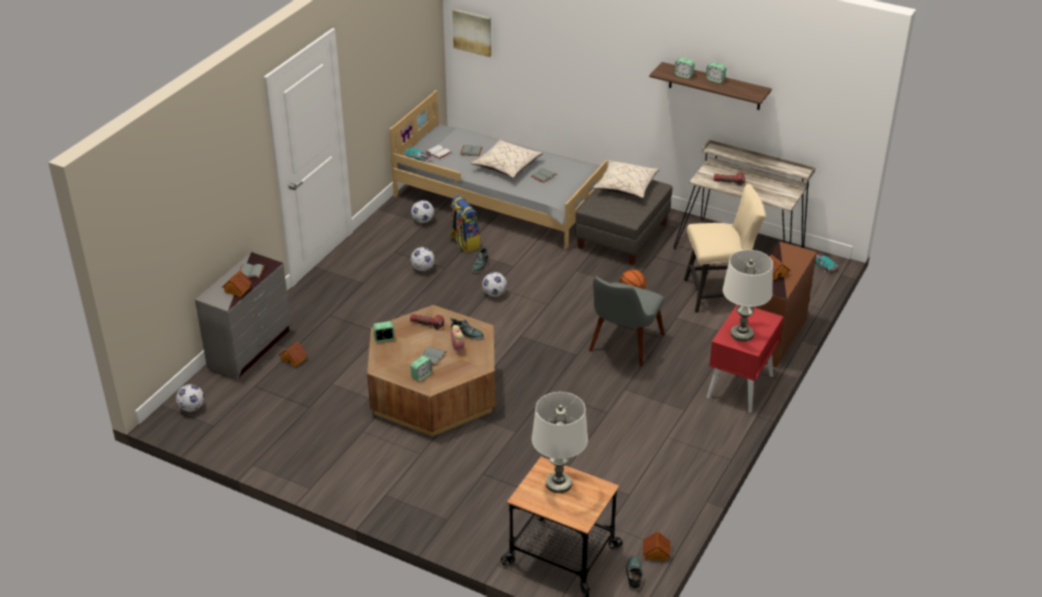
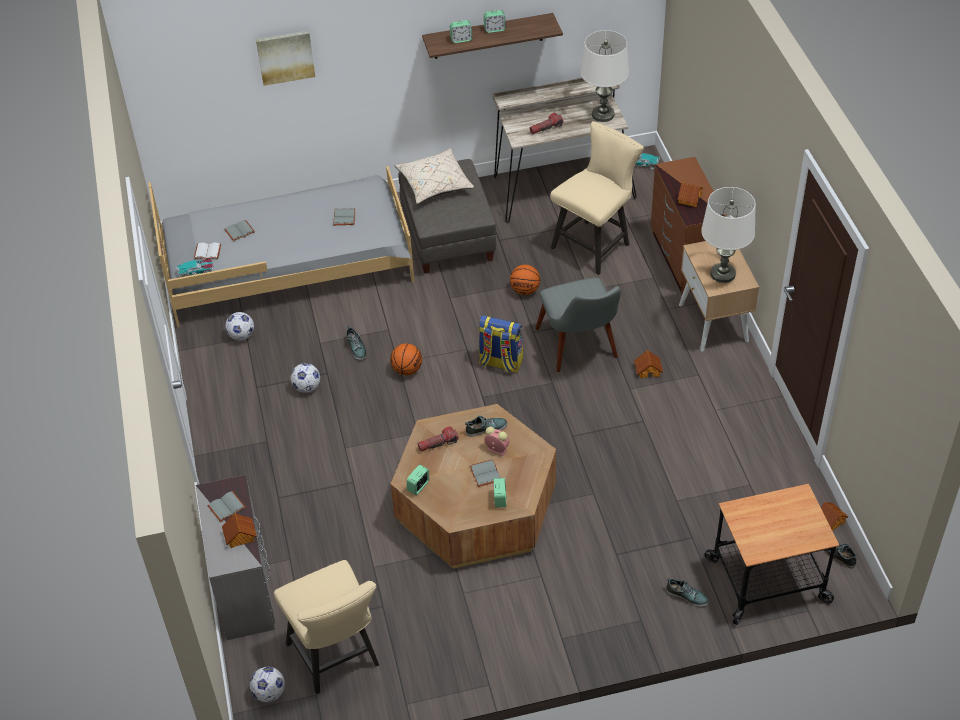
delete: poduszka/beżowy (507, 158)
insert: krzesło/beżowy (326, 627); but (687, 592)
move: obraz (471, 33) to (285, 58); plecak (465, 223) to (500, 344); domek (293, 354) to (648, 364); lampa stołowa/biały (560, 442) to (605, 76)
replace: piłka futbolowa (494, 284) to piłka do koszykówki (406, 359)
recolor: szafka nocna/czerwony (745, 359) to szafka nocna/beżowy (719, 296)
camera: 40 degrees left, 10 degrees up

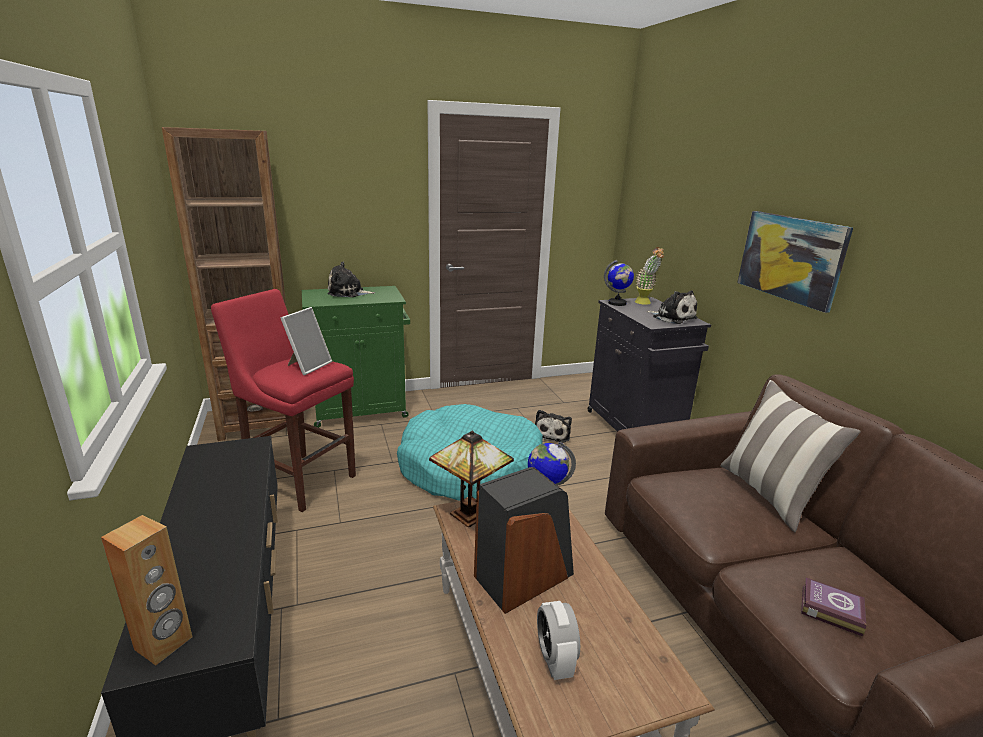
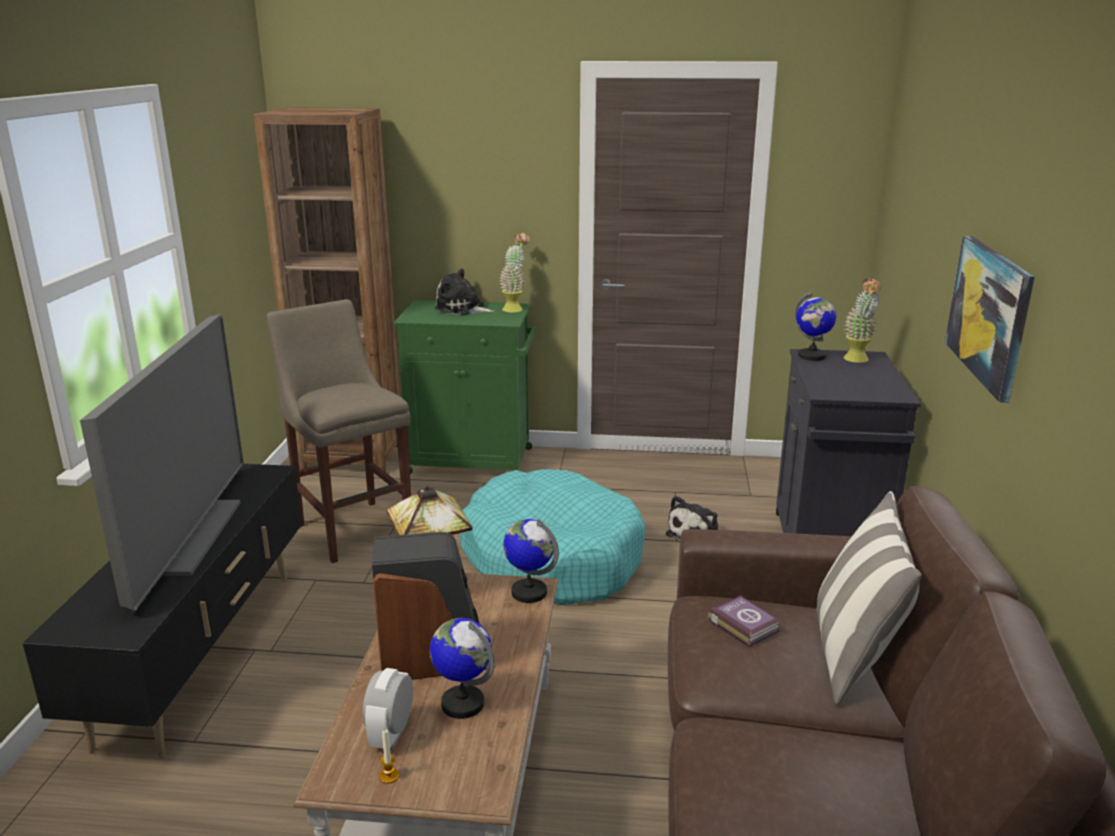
delete: pluszak (671, 307); ramka na zdjęcie (306, 341); głośnik/brązowy (147, 590)
insert: roślina doniczkowa (514, 273); telewizor (162, 462); globus (462, 668); świeca (389, 757)
move: książka (834, 606) to (745, 621)
recolor: stołek/czerwony (283, 400) to stołek/beżowy (339, 431)
camera: 25 degrees right, 0 degrees up

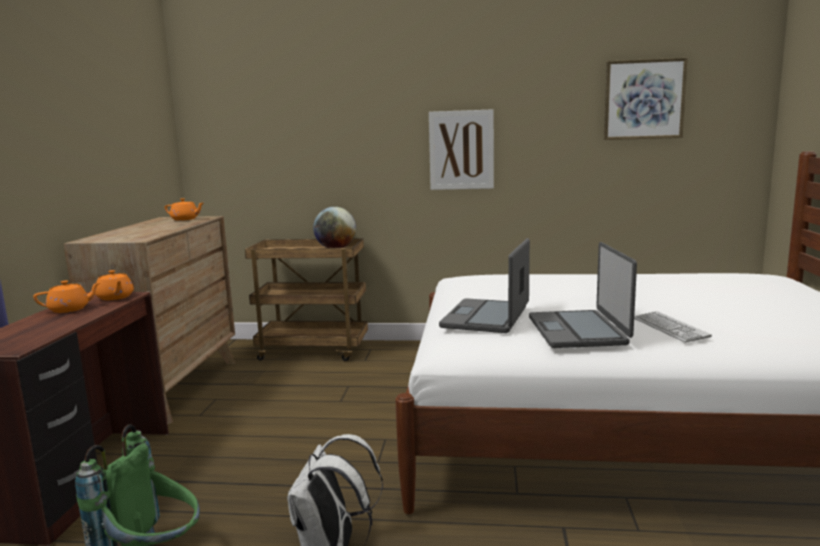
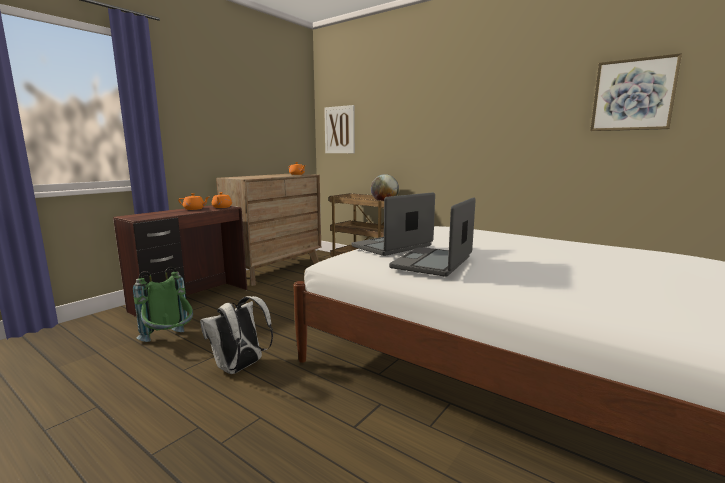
delete: klawiatura (673, 326)
move: obraz (461, 149) to (339, 129)
camera: 30 degrees right, 0 degrees up

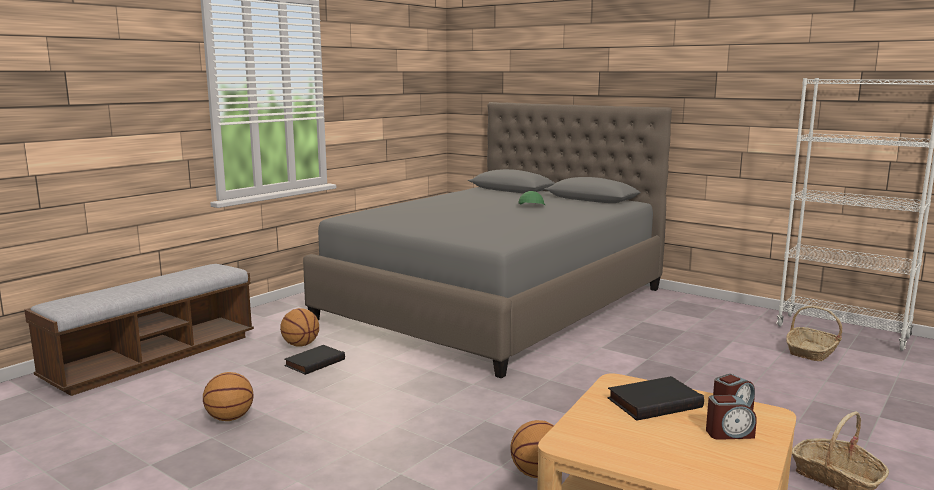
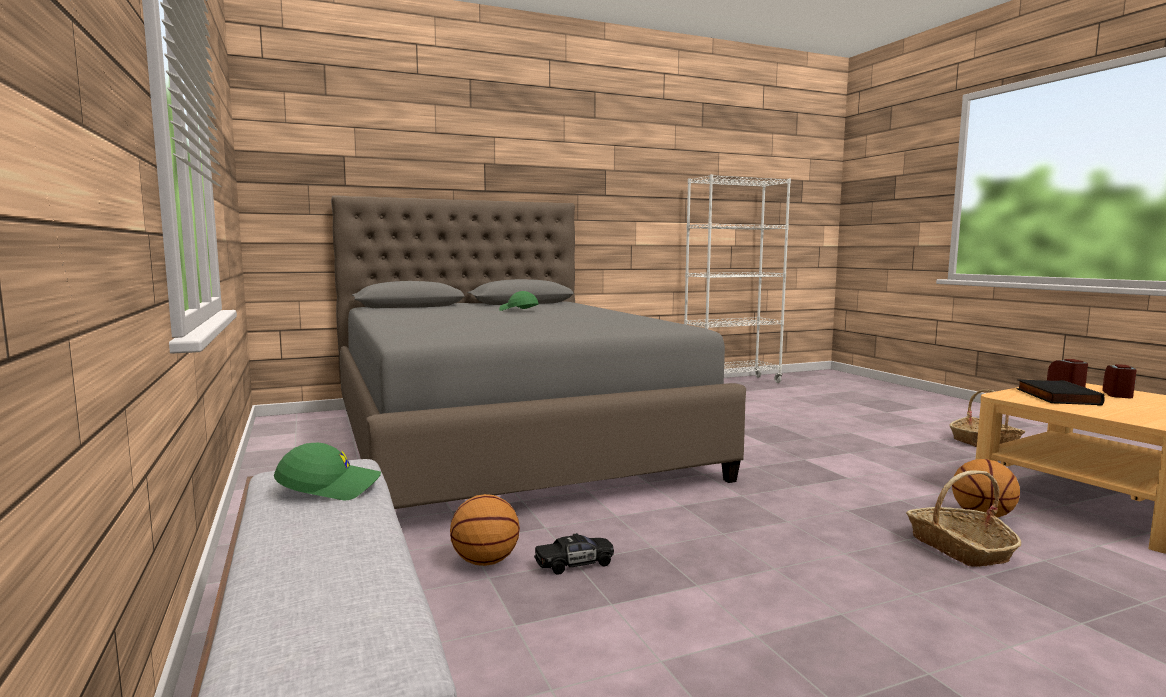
delete: piłka do koszykówki (228, 396)
insert: czapka z daszkiem/zielony (327, 471)
move: koszyk (814, 333) to (964, 518)
replace: książka/czarny (314, 360) to samochodzik/czarny (574, 554)
camera: 60 degrees left, 5 degrees down

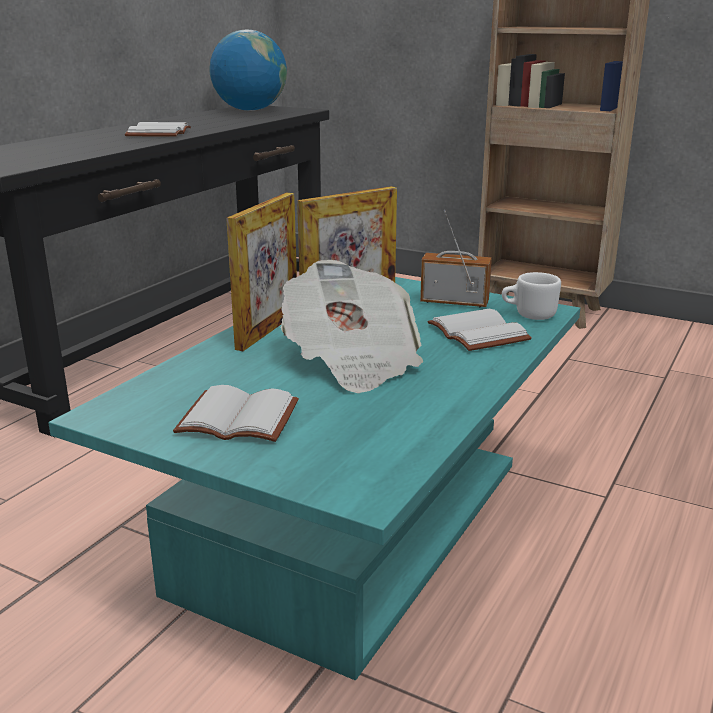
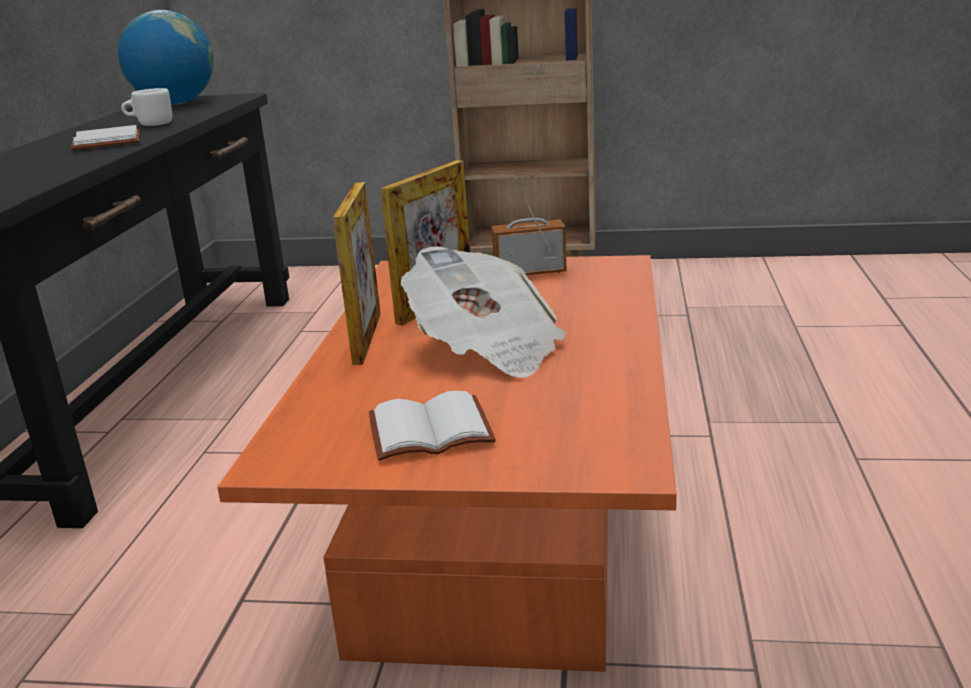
delete: książka/biały (480, 330)
move: kubek/biały (531, 296) to (146, 107)
recolor: ława/turkusowy (314, 478) to ława/pomarańczowy (447, 463)
camera: 20 degrees left, 0 degrees up

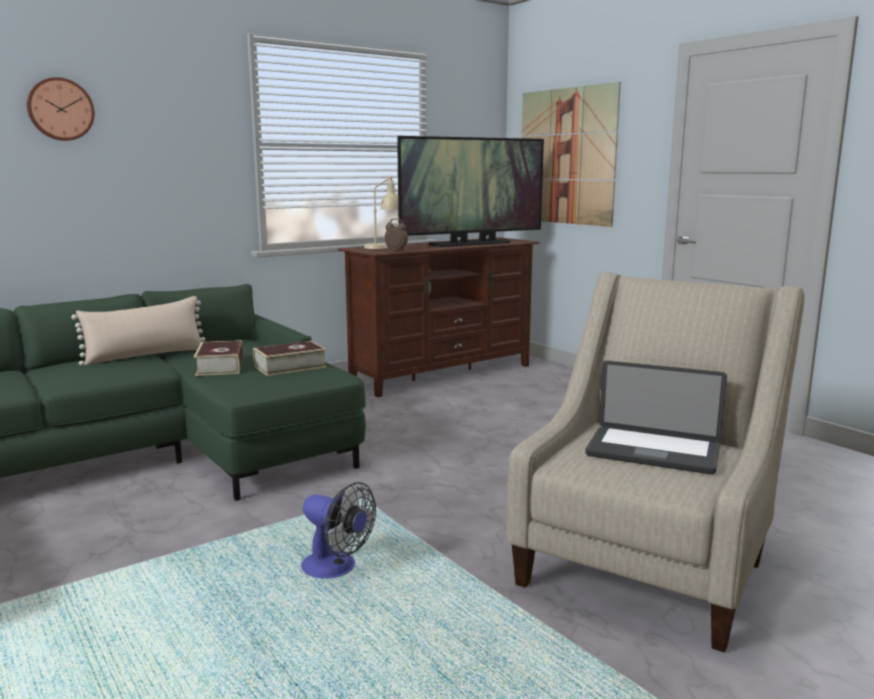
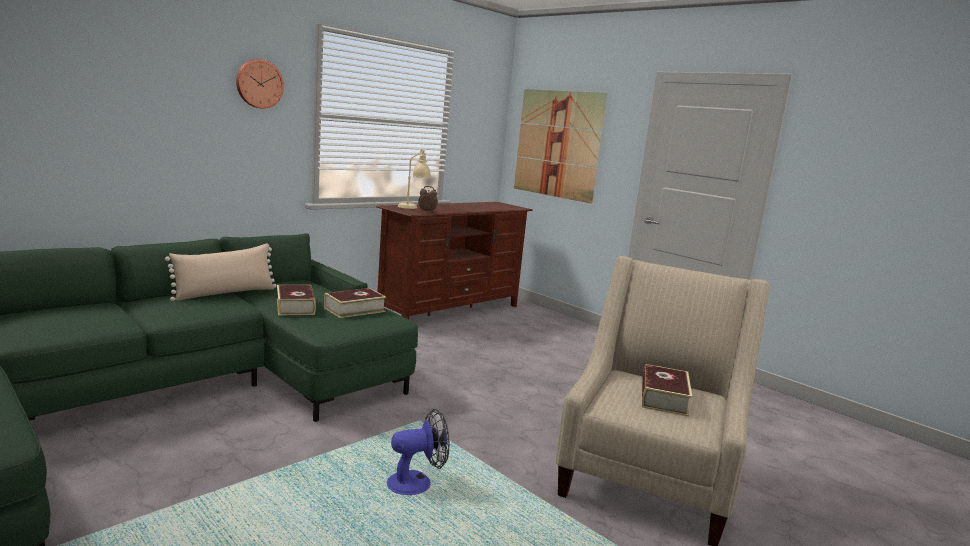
delete: telewizor (470, 191)
move: zegar ścienny (61, 109) to (260, 84)
replace: laptop (656, 417) to książka (667, 390)
rotate: wentylator (338, 530) = (418, 452) 45 degrees counterclockwise
camera: 10 degrees left, 0 degrees up

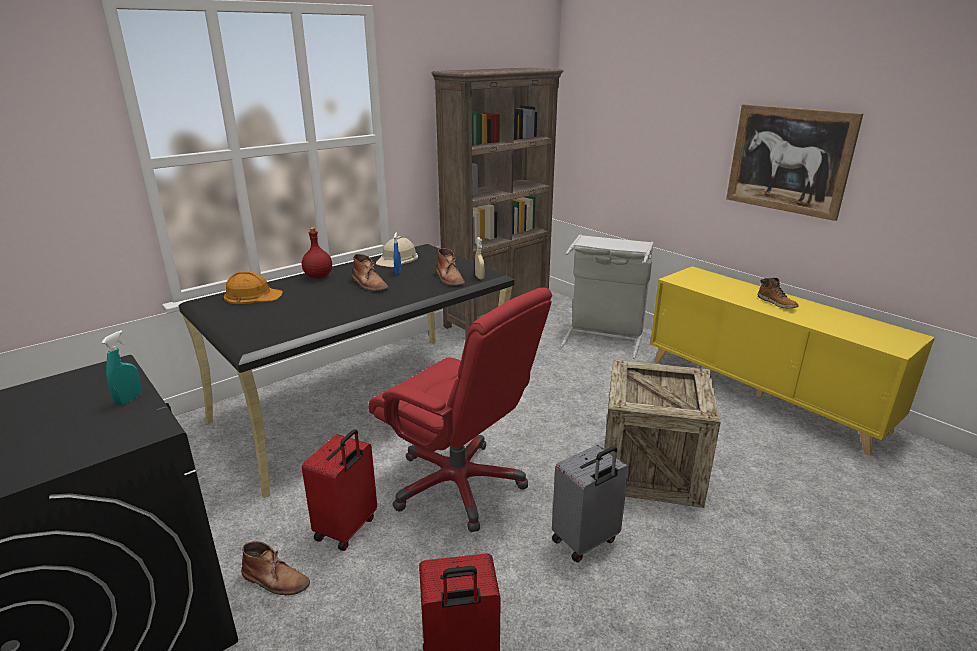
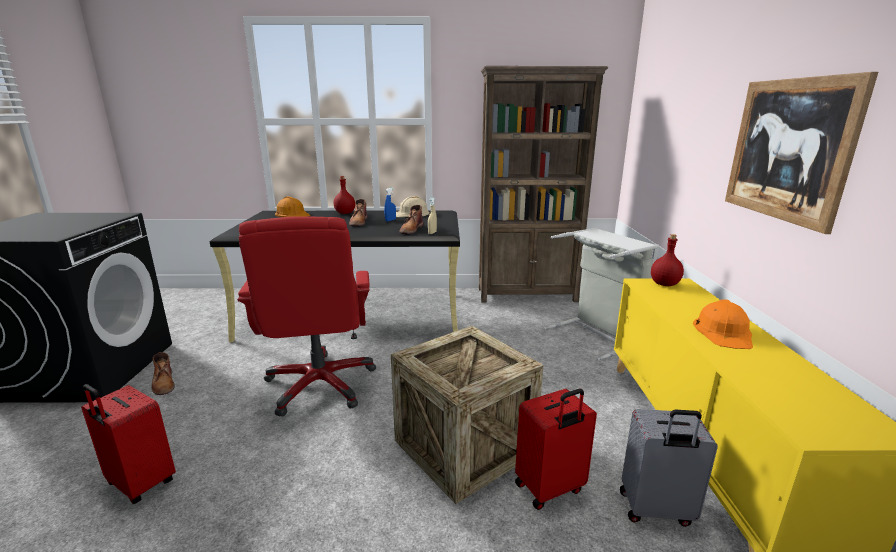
delete: spryskiwacz/turkusowy (121, 368)
insert: butelka/czerwony (667, 260)
move: walizka/czerwony (339, 490) to (556, 449); walizka/szary (590, 503) to (669, 468)
replace: but z cholewką (778, 293) to kask/pomarańczowy (723, 324)
camera: 40 degrees right, 5 degrees down

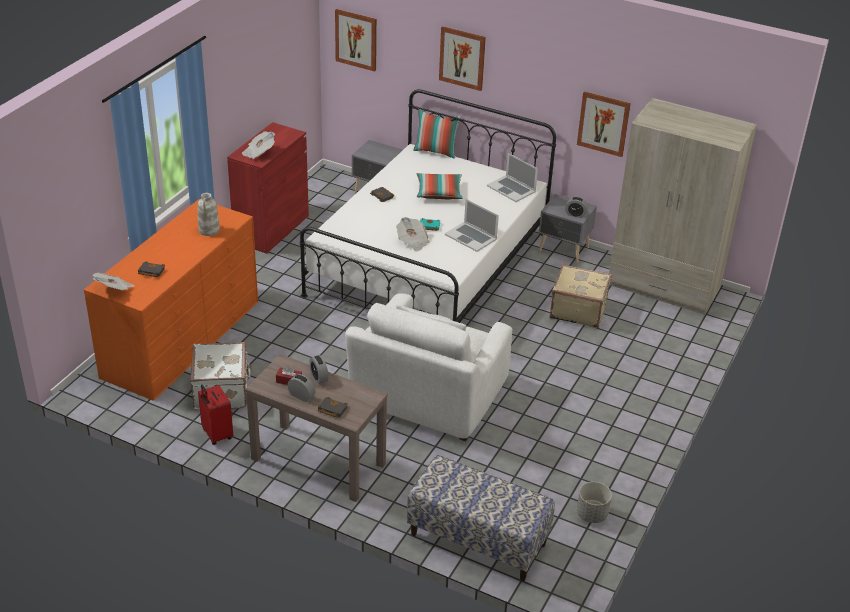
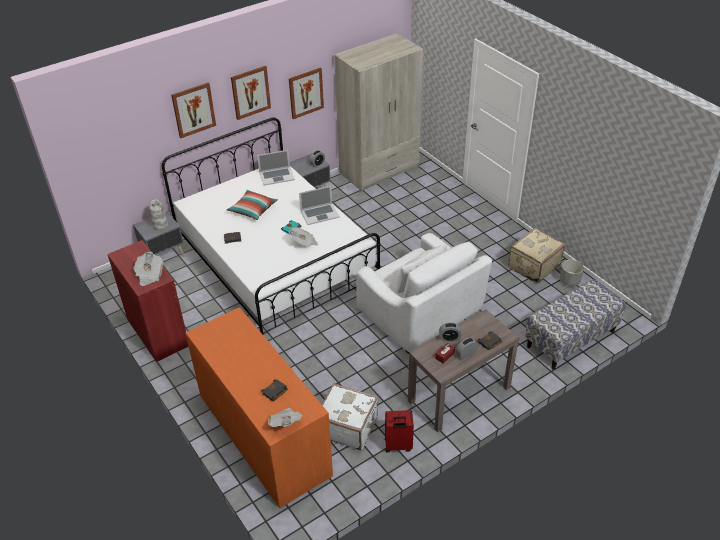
delete: poduszka (437, 134)
move: obraz (356, 40) to (251, 93); wazon/biały (208, 214) to (159, 215); walizka/beżowy (581, 296) to (536, 256)
camera: 60 degrees left, 5 degrees up

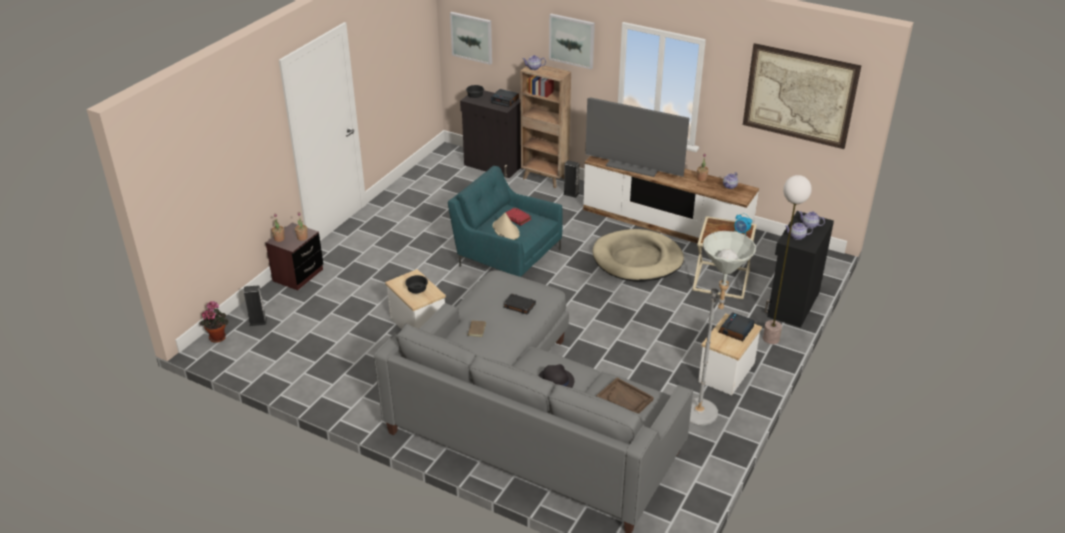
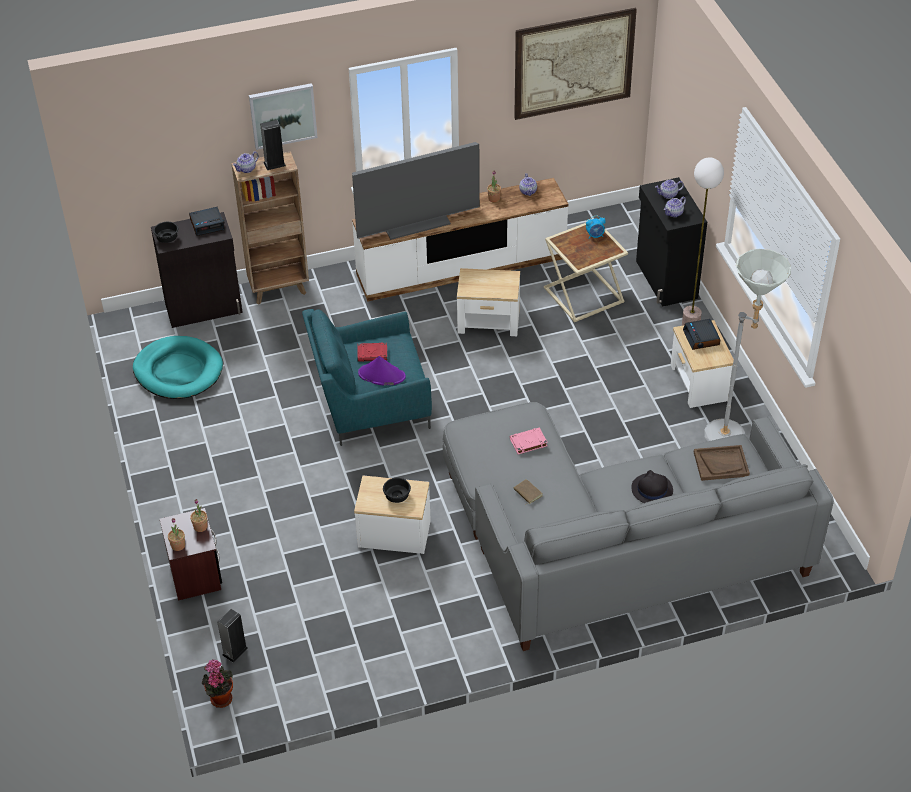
delete: obraz (471, 38)
insert: legowisko/turkusowy (178, 367)
move: głośnik (571, 179) to (273, 145)
replace: legowisko/beżowy (638, 255) to stolik (488, 302)
recolor: kapelusz/beżowy (506, 226) to kapelusz/fioletowy (382, 371); książka/czarny (519, 304) to książka/różowy (529, 440)
camera: 45 degrees left, 10 degrees up

